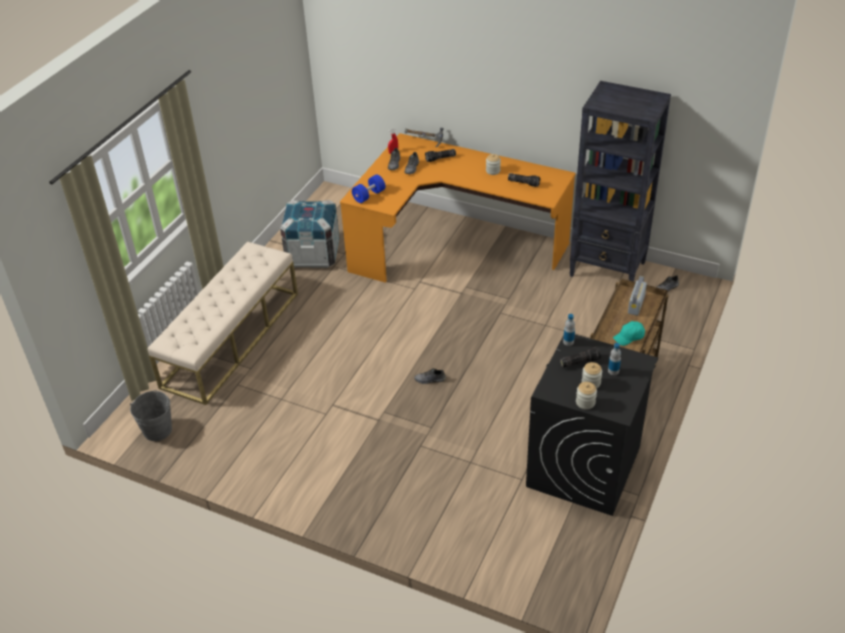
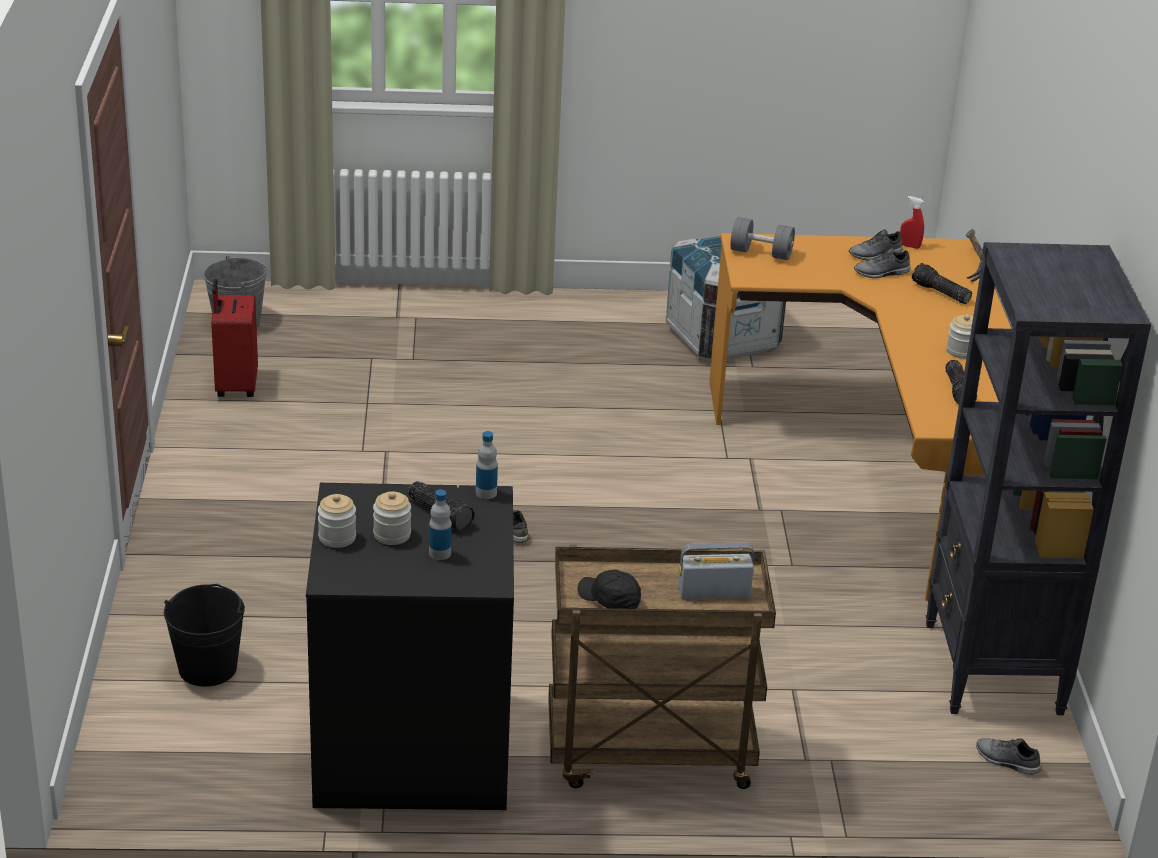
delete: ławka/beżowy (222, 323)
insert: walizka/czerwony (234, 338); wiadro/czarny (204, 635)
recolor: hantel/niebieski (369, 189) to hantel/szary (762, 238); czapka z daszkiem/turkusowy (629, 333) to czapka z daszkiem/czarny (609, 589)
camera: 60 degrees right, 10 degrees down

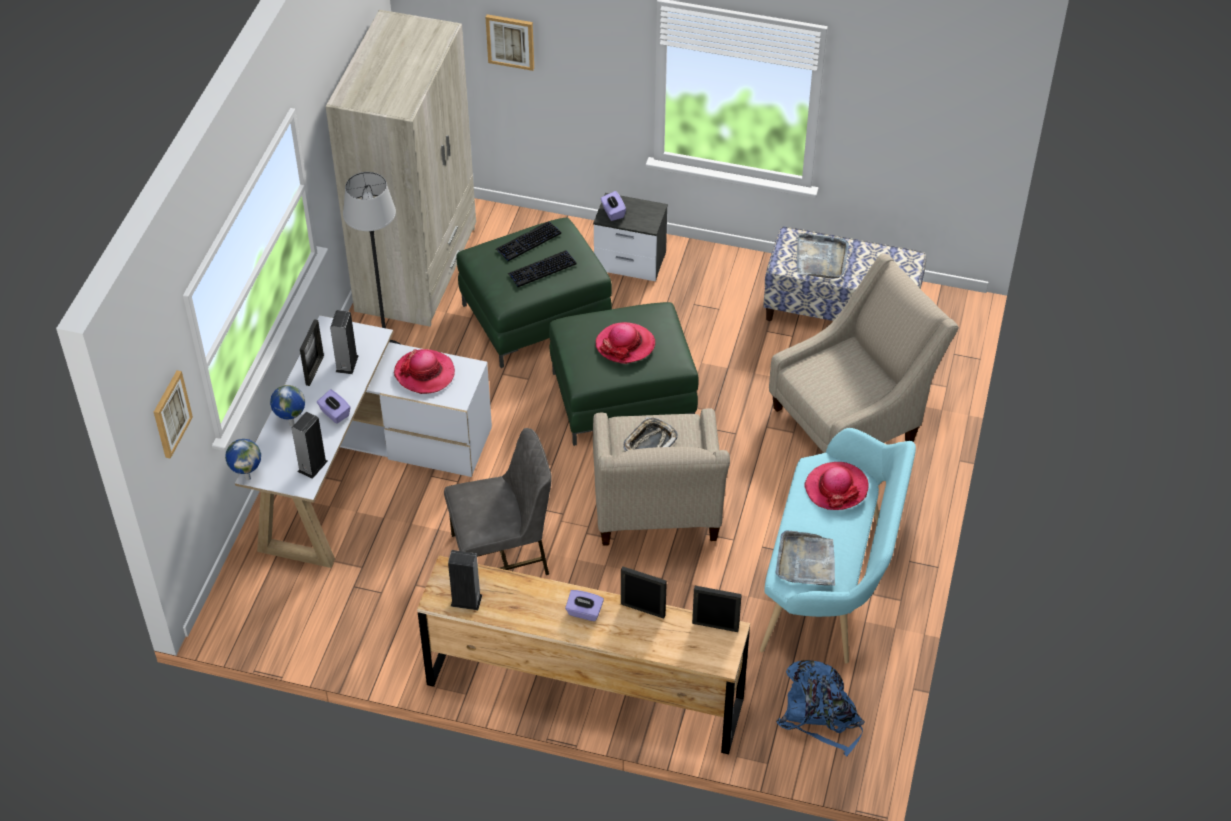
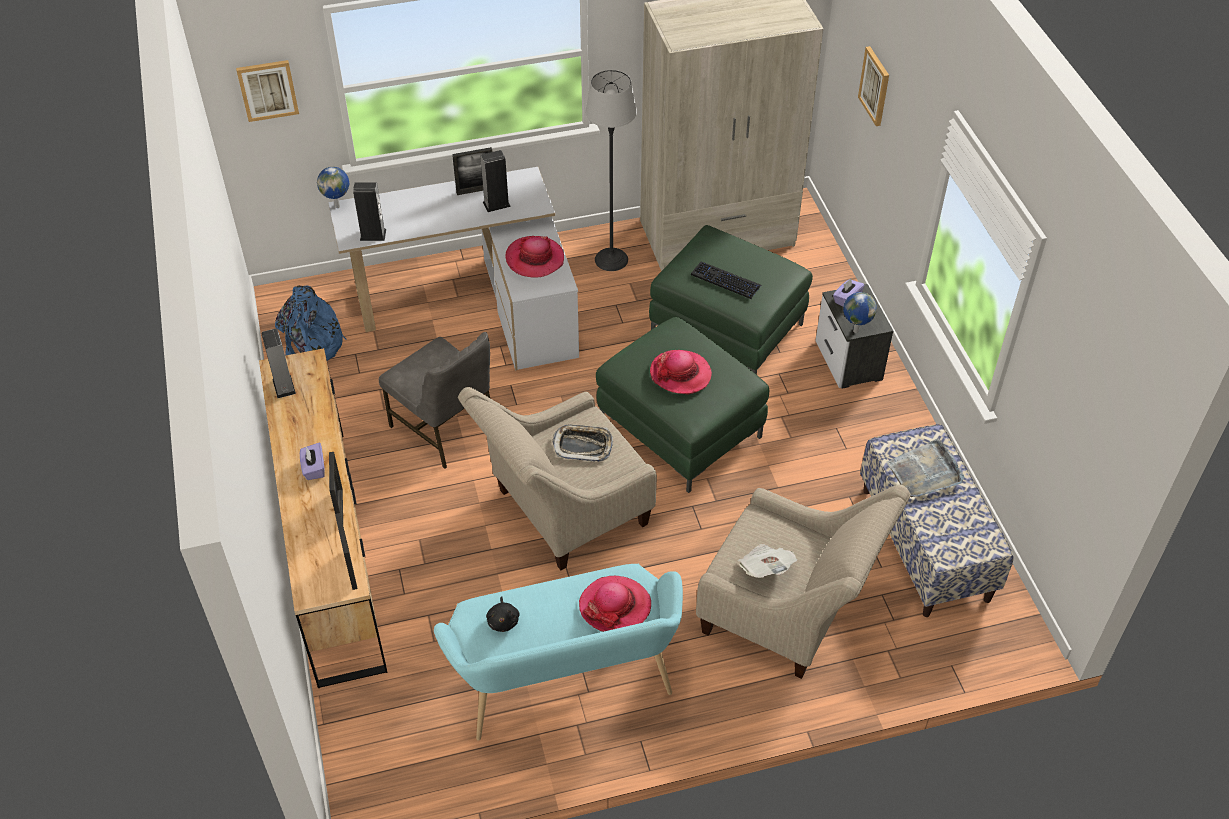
delete: klawiatura (528, 241); pudełko chusteczek/fioletowy (334, 406)
insert: gazeta (767, 561)
move: globus (287, 405) to (860, 312); plecak/niebieski (820, 708) to (310, 323)
replace: taca/szary (805, 558) to pluszak/czarny (503, 614)
camera: 60 degrees right, 0 degrees up

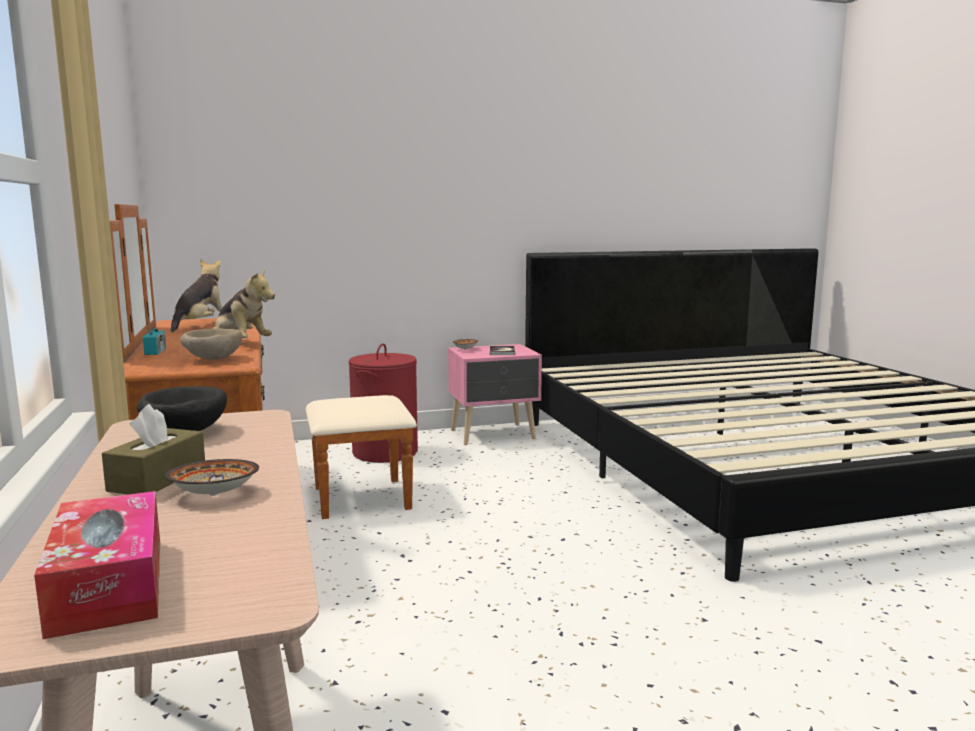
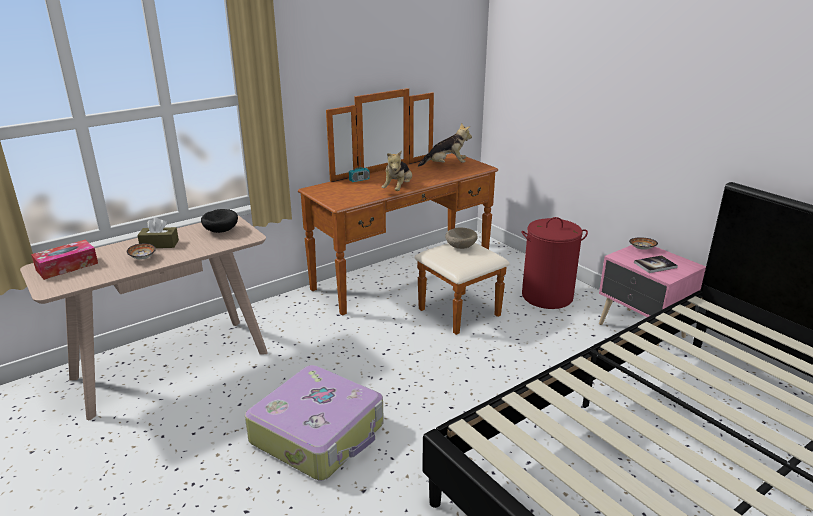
insert: walizka (314, 422)
move: miska/beżowy (211, 344) to (461, 238)
camera: 70 degrees right, 15 degrees up

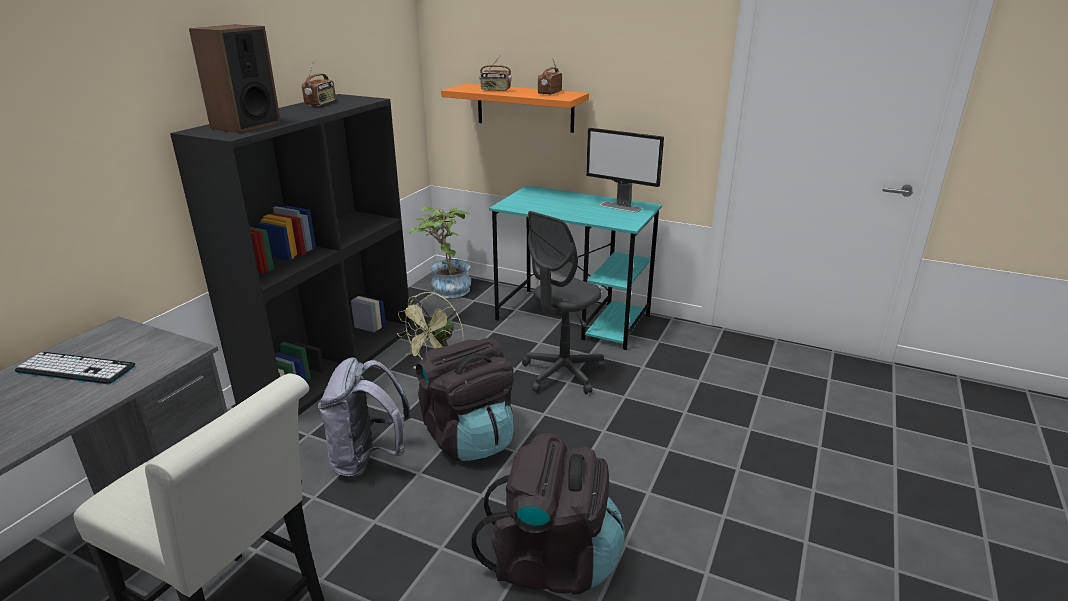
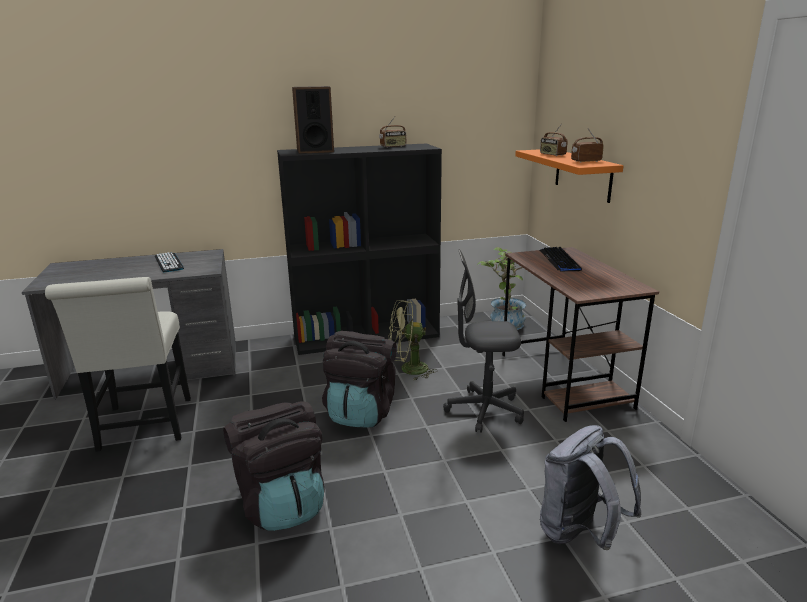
delete: monitor (625, 170)
insert: klawiatura (561, 259)
move: plecak/szary (364, 418) to (591, 487)
recolor: biurko/turkusowy (575, 268) to biurko/brązowy (580, 334)
camera: 50 degrees right, 5 degrees down

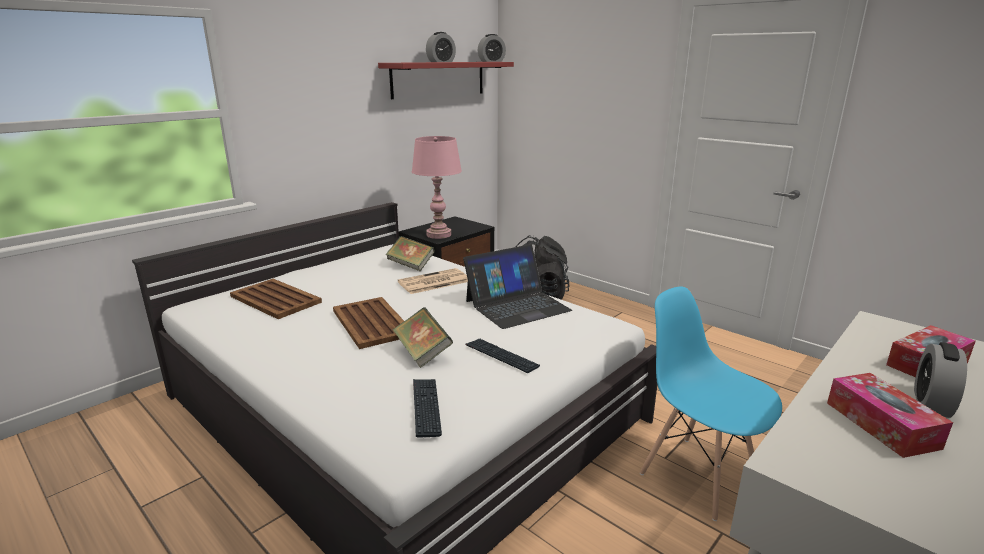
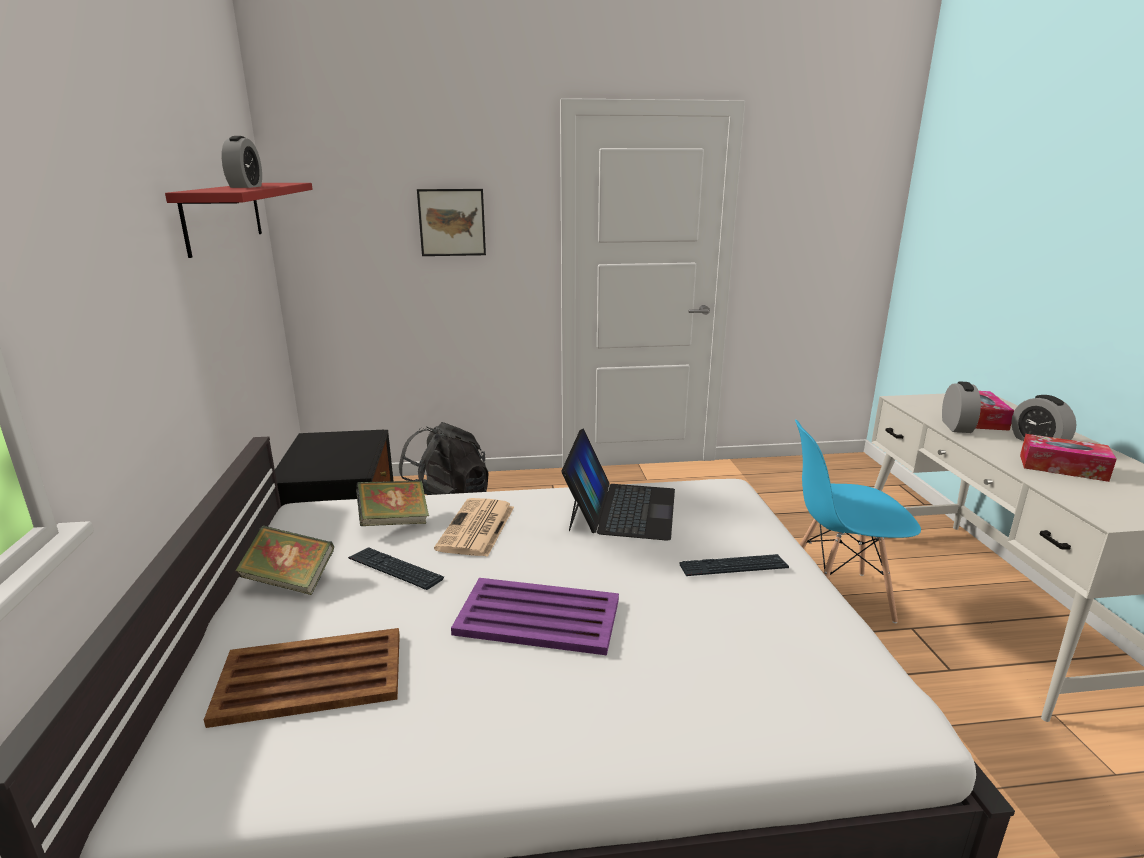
delete: lampa stołowa/różowy (437, 187)
insert: obraz (451, 222)
move: budzik (492, 48) to (961, 407); książka (423, 337) to (284, 560); klawiatura (427, 408) to (396, 569)
recolor: taca/brązowy (368, 323) to taca/fioletowy (535, 616)
camera: 50 degrees left, 0 degrees up

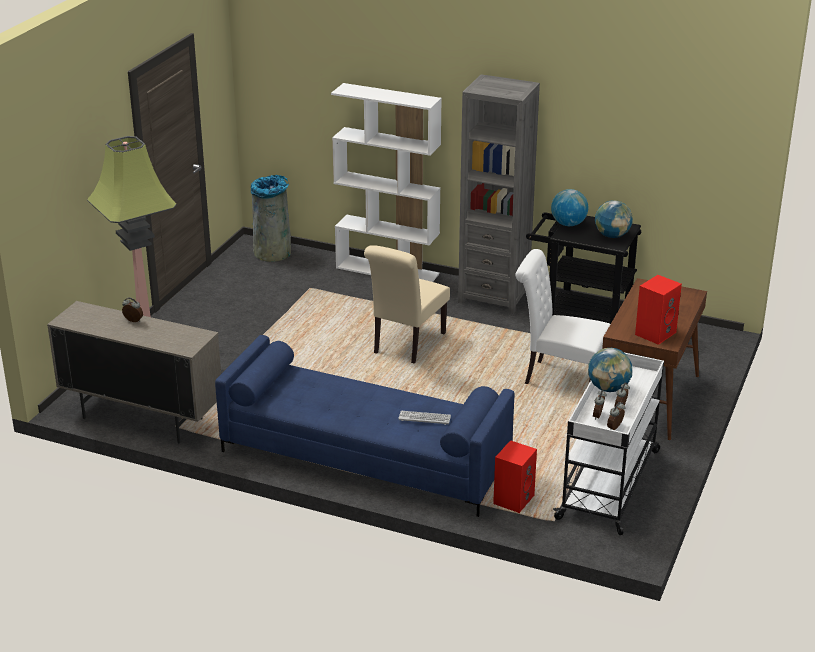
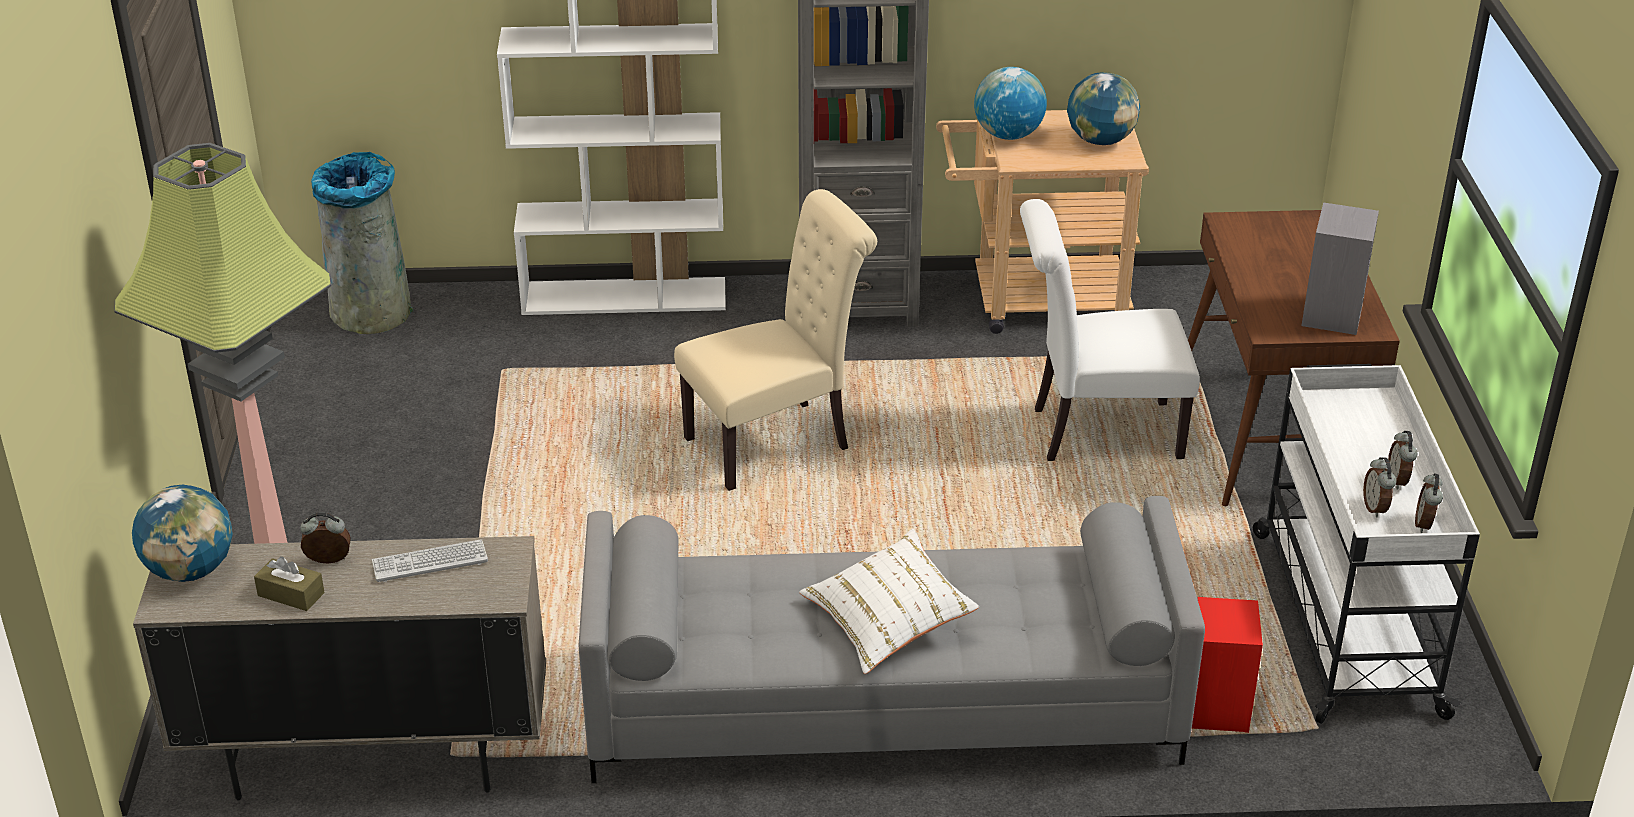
insert: poduszka/biały (889, 601); pudełko chusteczek/brązowy (289, 583)
move: globus (610, 370) to (182, 533); klawiatura (424, 418) to (430, 560)
recolor: wózek/czarny (583, 268) to wózek/beżowy (1042, 222); głośnik/czerwony (658, 310) to głośnik/szary (1340, 268); kanapa/niebieski (365, 426) to kanapa/szary (892, 639)
rotate: krzesło/beżowy (407, 304) = (775, 340) 120 degrees counterclockwise
camera: 25 degrees left, 5 degrees up

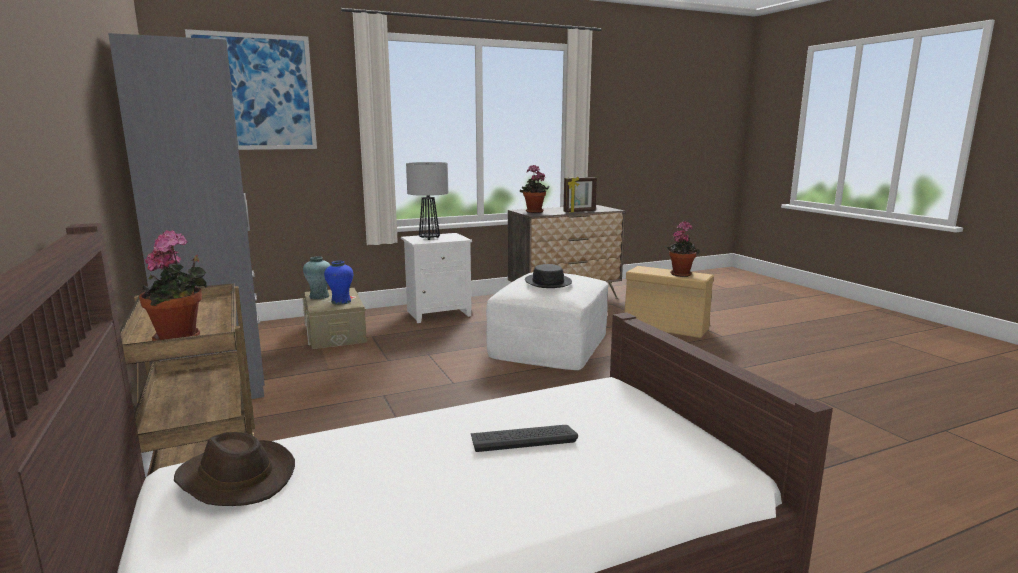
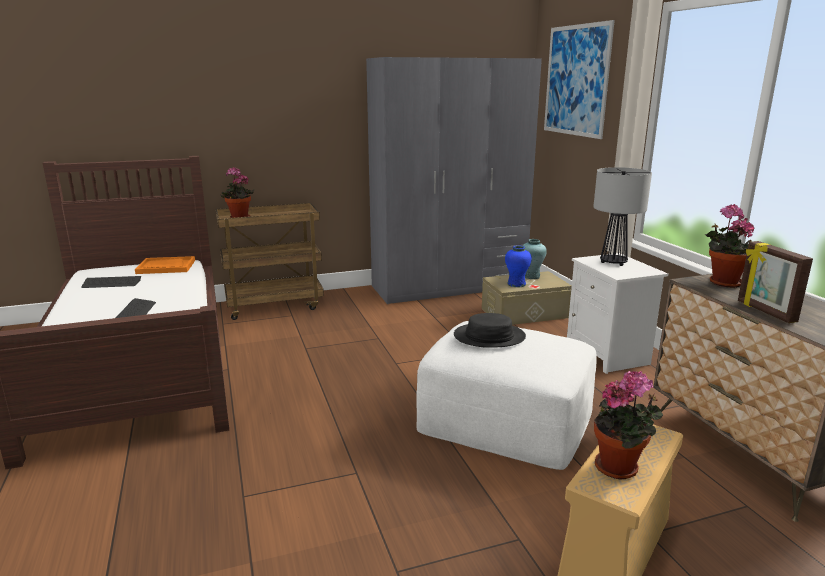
insert: klawiatura (111, 282)
replace: kapelusz/brązowy (234, 469) to taca/pomarańczowy (165, 265)
camera: 95 degrees right, 5 degrees up

